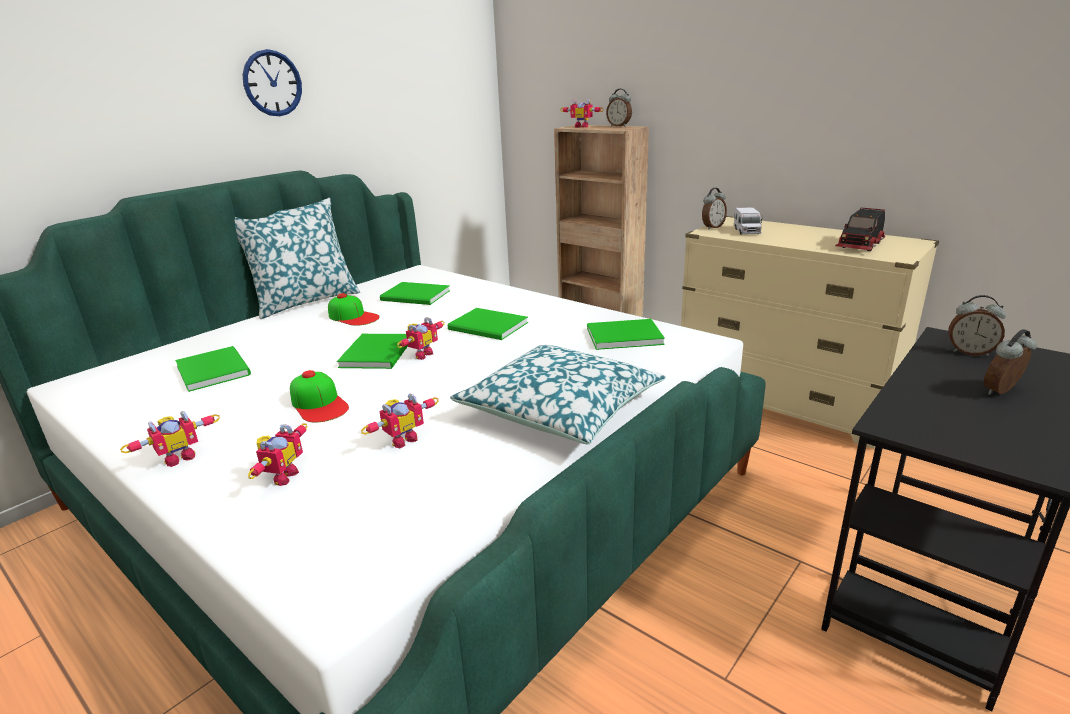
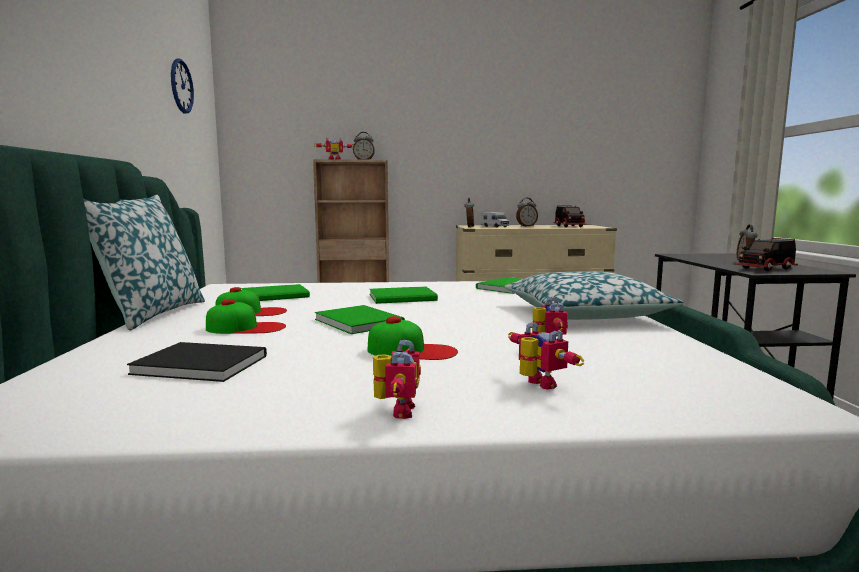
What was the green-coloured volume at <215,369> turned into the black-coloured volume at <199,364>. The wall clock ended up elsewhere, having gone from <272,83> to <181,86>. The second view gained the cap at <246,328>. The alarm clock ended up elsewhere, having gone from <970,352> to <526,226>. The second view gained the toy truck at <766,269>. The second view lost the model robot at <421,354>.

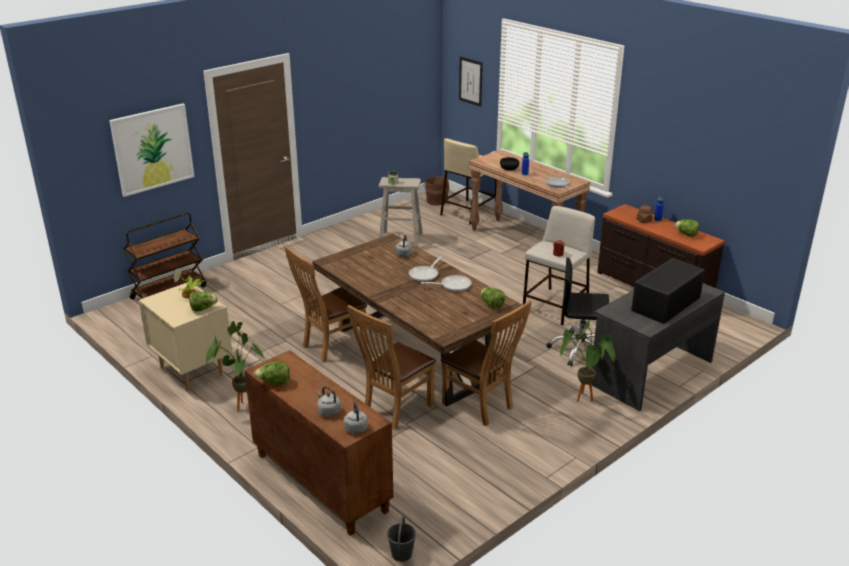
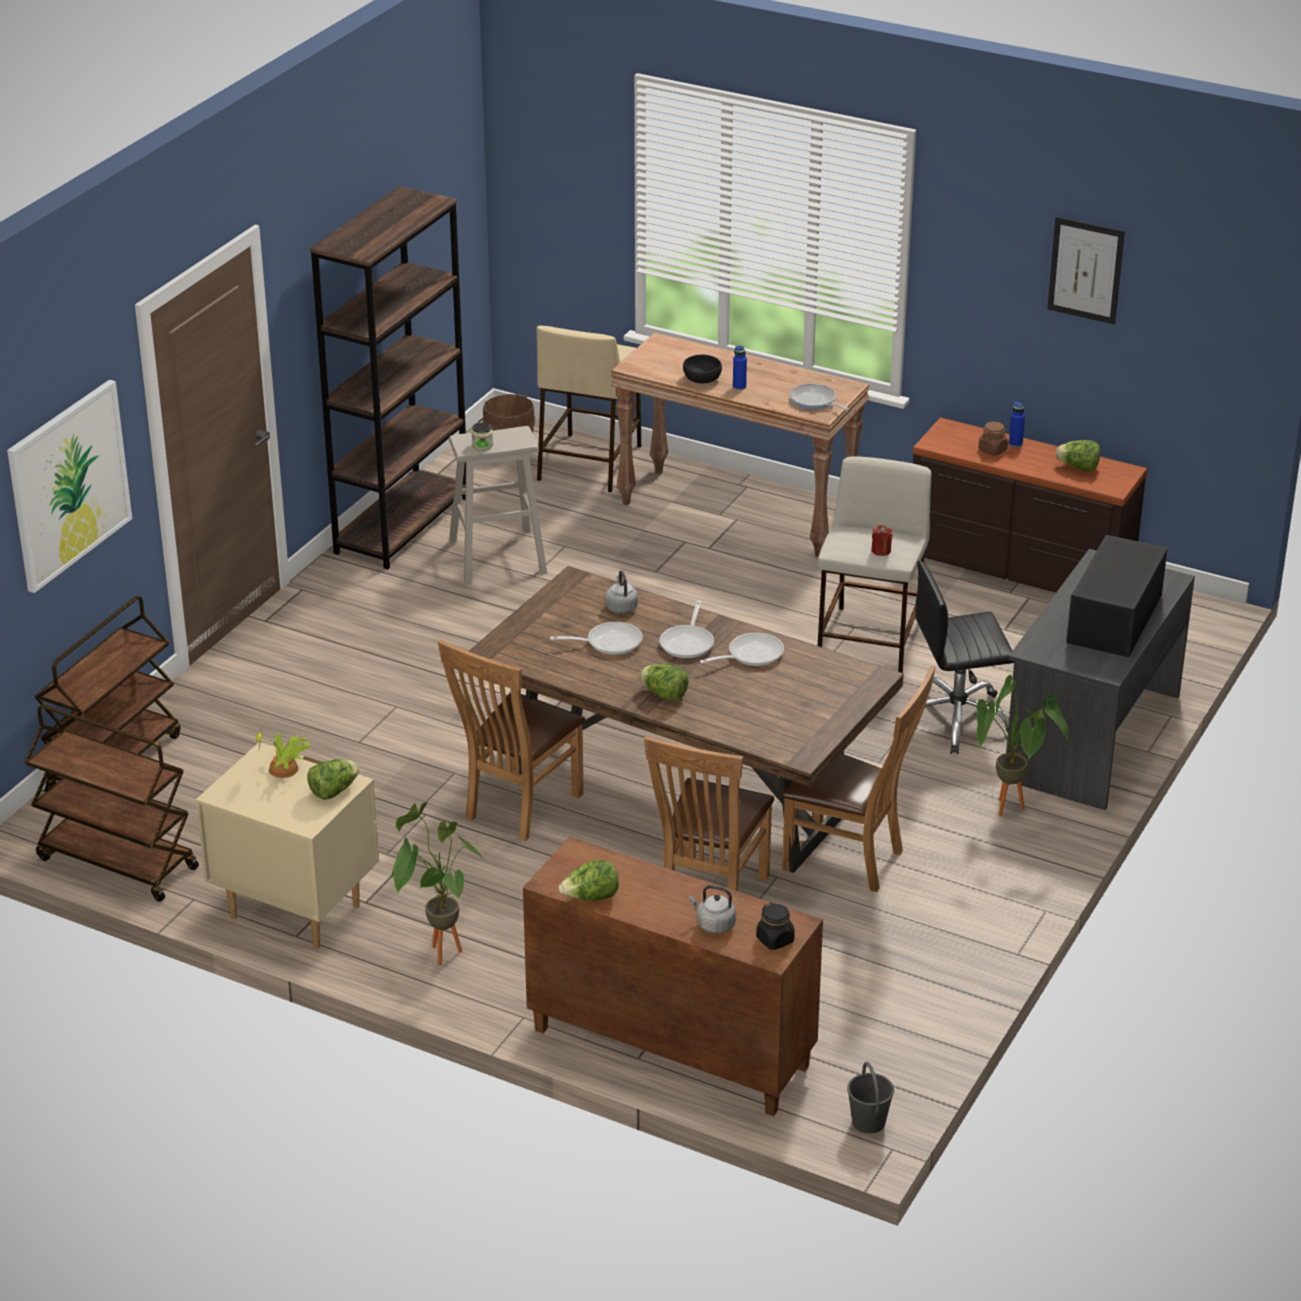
The second view gained the brown wheeled cart at <116,863>. The second view gained the brown shelving unit at <402,525>. The second view gained the pan at <609,642>. The head of lettuce ended up elsewhere, having gone from <491,305> to <664,695>. Where the gray water kettle stood at <355,427>, the black-coloured preserve jar came to stand at <775,940>. The picture ended up elsewhere, having gone from <470,81> to <1085,270>.

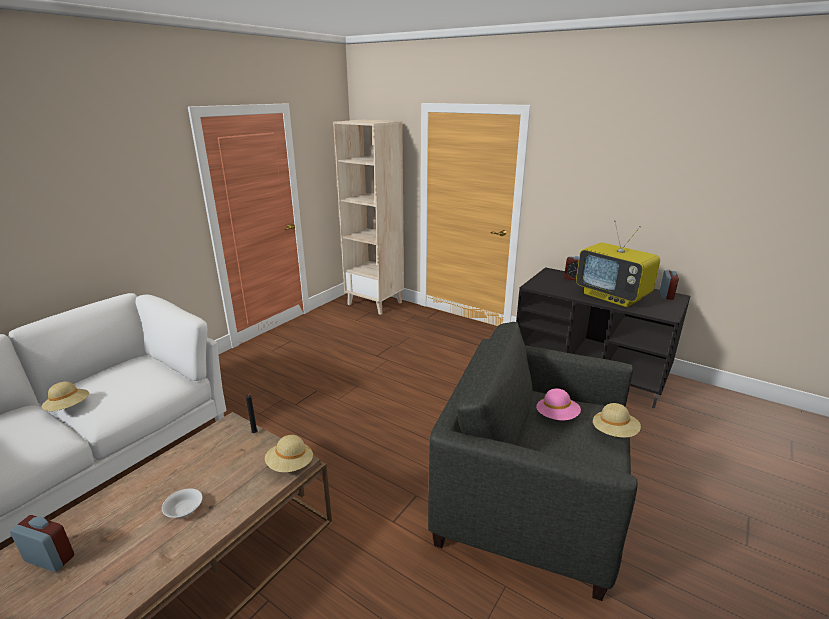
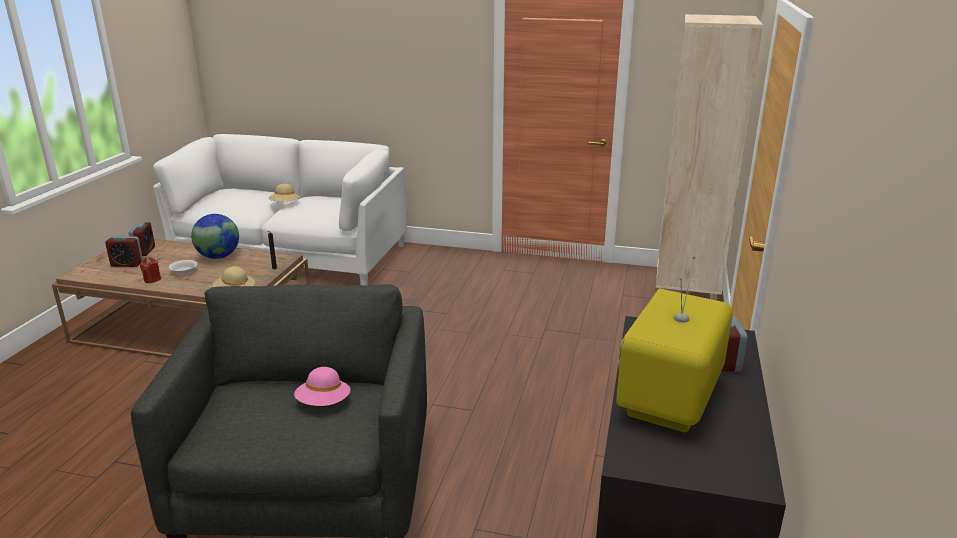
The alarm clock ended up elsewhere, having gone from <666,295> to <127,264>. The second view gained the red wax candle at <152,279>. The second view gained the globe at <218,256>. The second view lost the beige-coloured wearable hat at <614,432>.

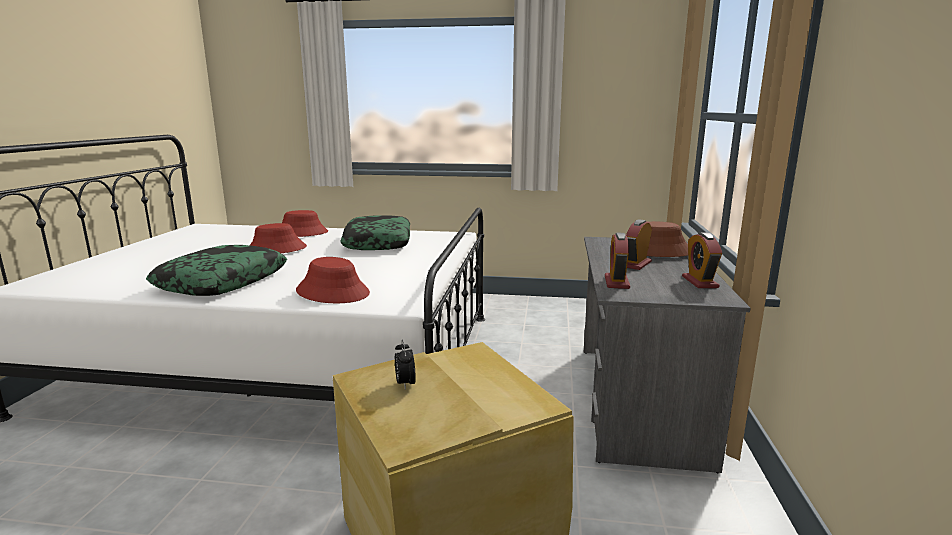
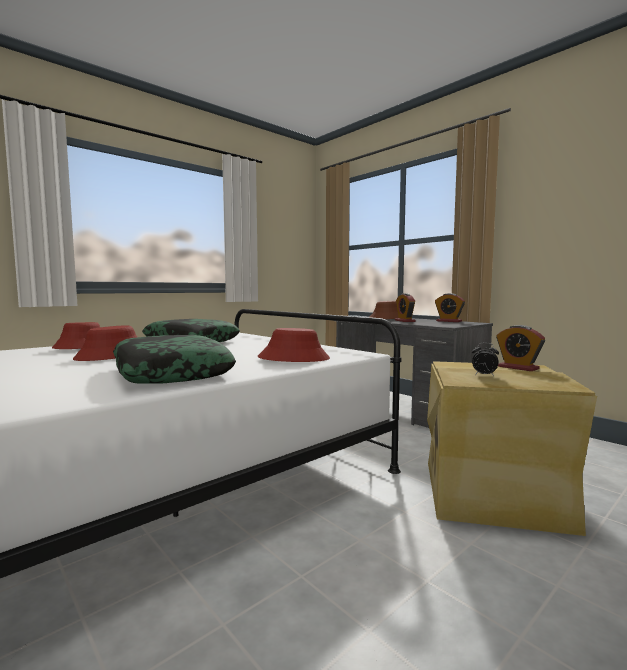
The alarm clock ended up elsewhere, having gone from <616,282> to <518,368>.

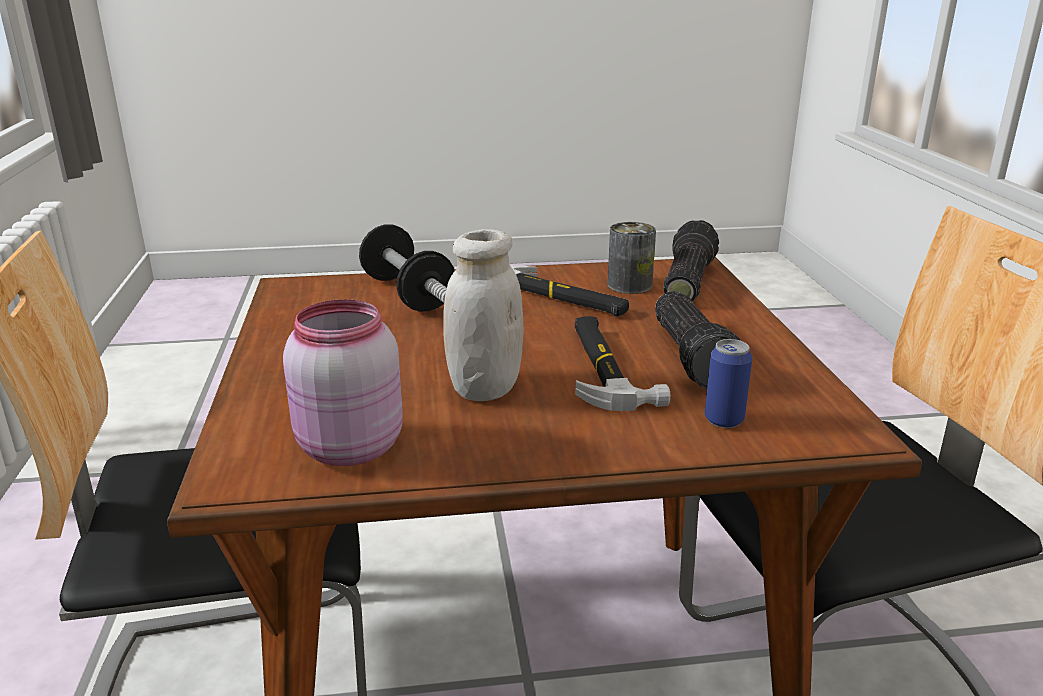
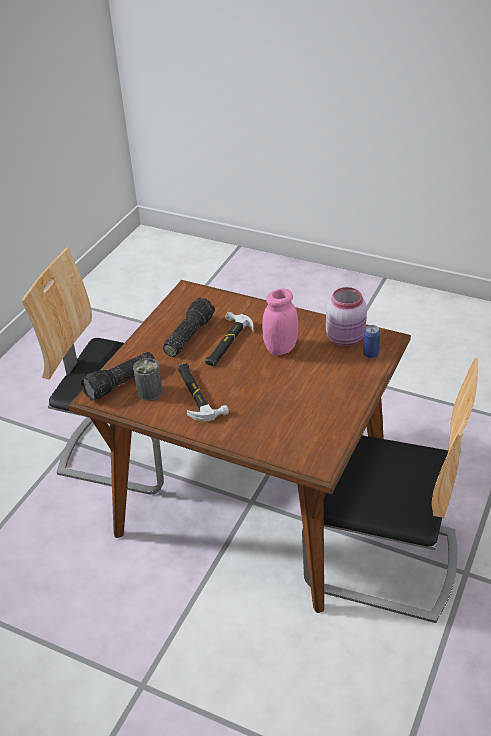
What was the white preserve jar at <484,388> turned into the pinkish preserve jar at <280,348>. The can ended up elsewhere, having gone from <724,420> to <370,354>. The second view lost the free weight at <407,294>.

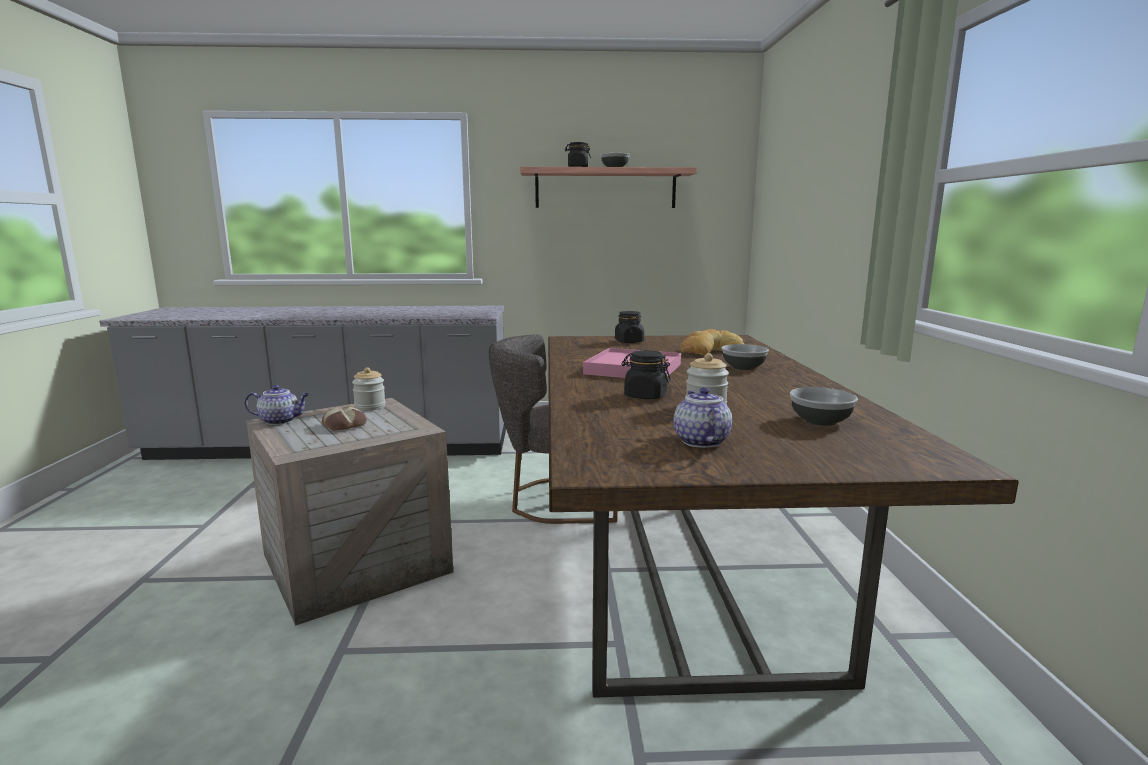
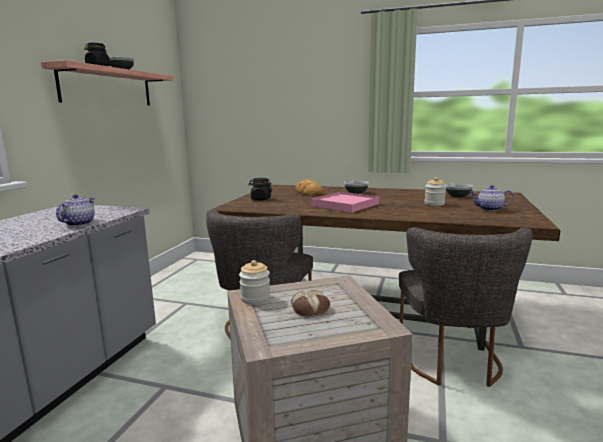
The tea pot ended up elsewhere, having gone from <281,421> to <79,223>. The second view gained the gray upright chair at <452,362>. The second view lost the black-coloured preserve jar at <645,396>.

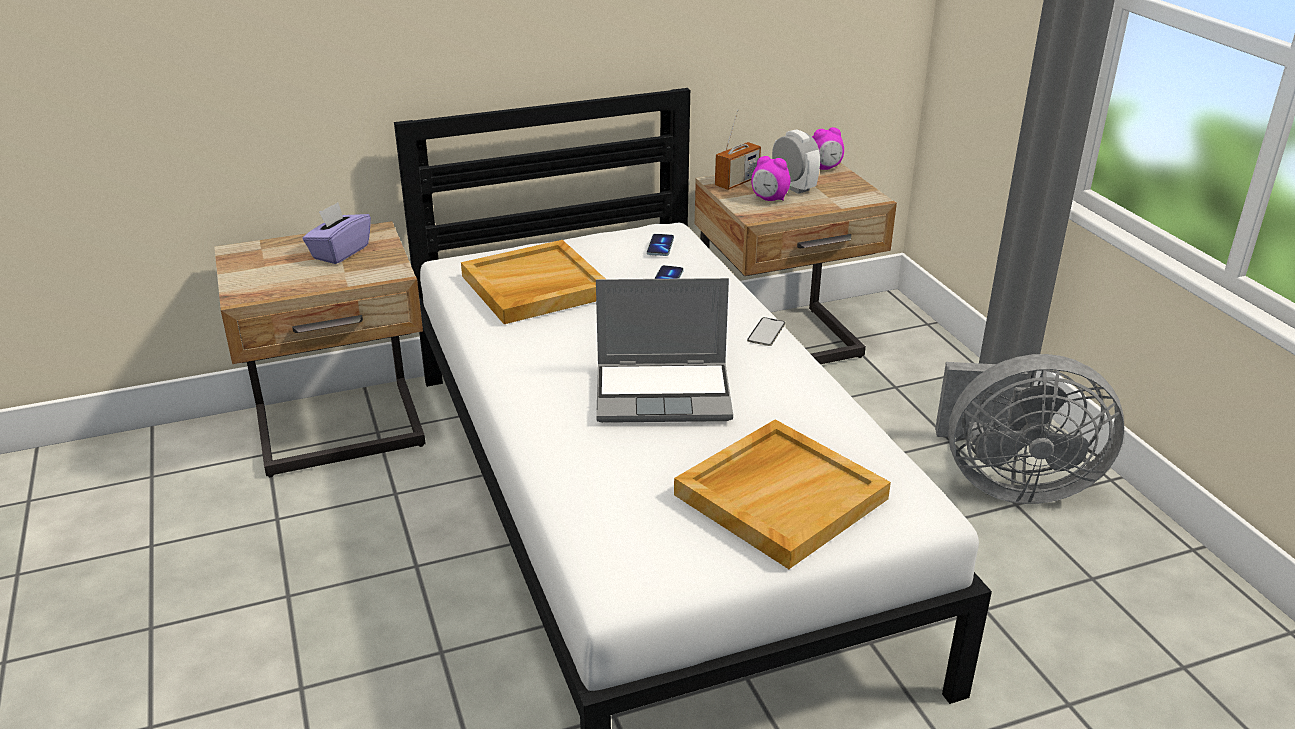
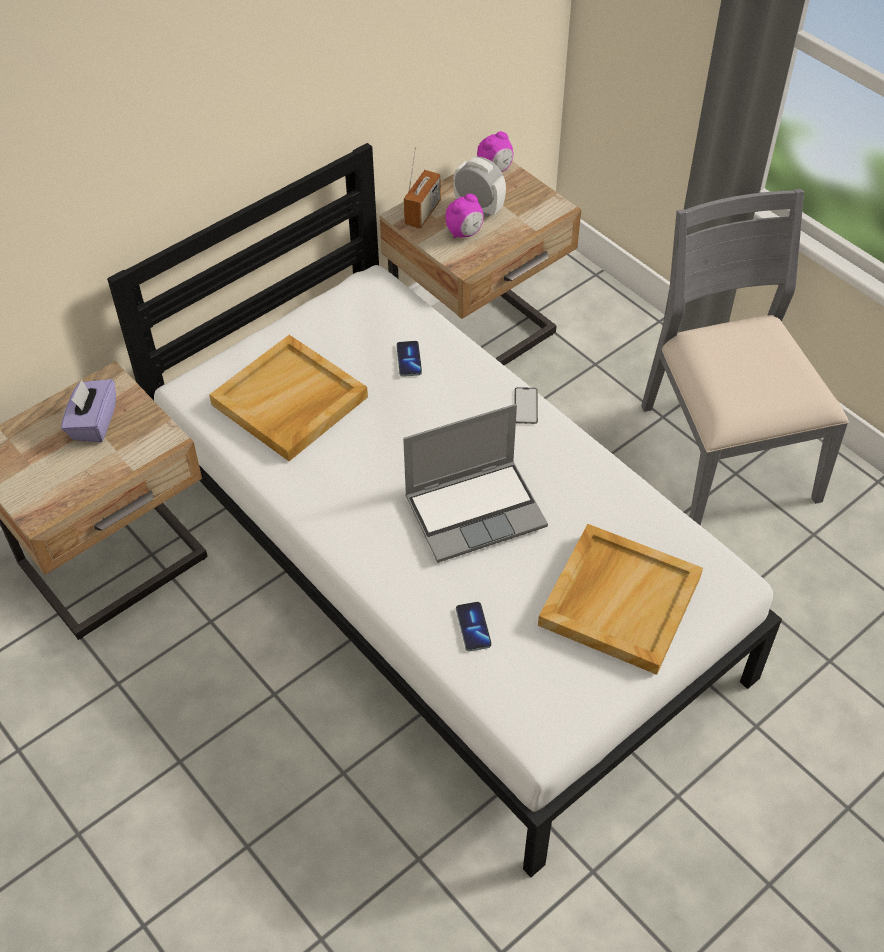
The alarm clock at <769,199> ended up facing another way, 45 degrees counterclockwise from before. The phone ended up elsewhere, having gone from <660,246> to <473,627>. Where the gray cooling fan stood at <1010,483>, the gray upright chair came to stand at <724,452>.

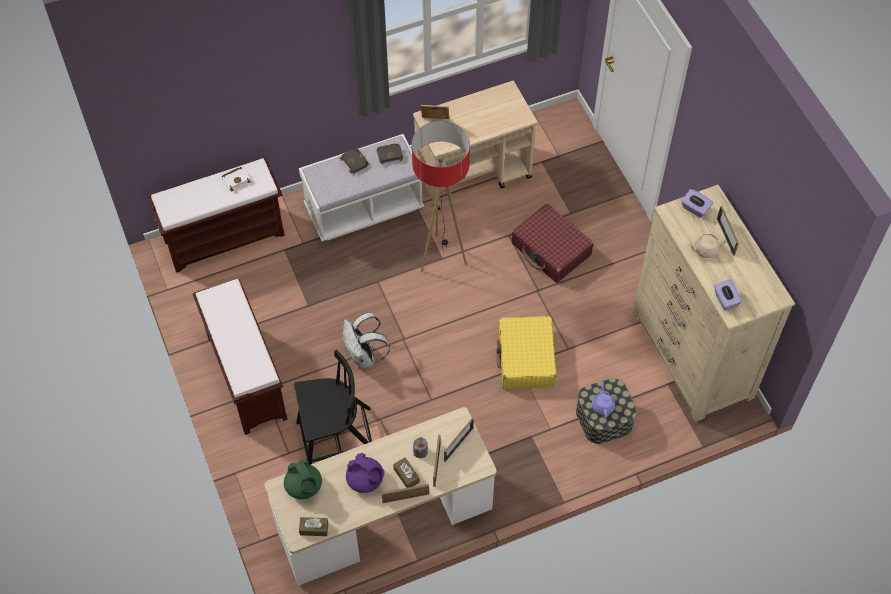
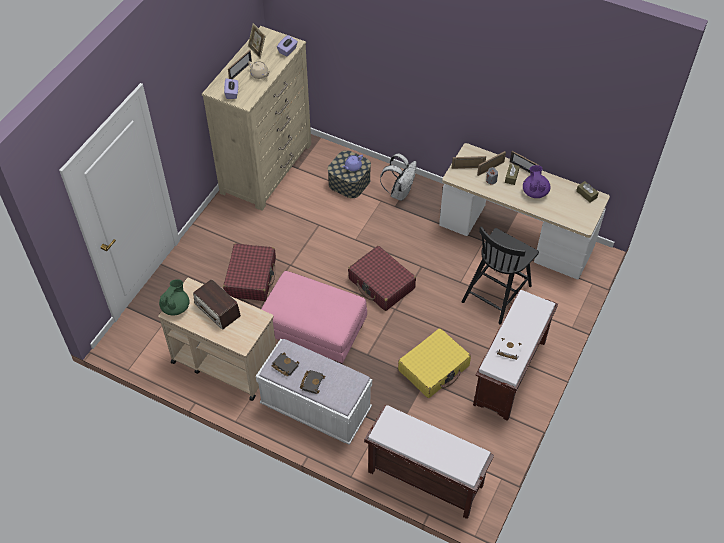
The green-coloured tea pot ended up elsewhere, having gone from <304,487> to <176,307>. The second view gained the radio at <217,310>. The standing frame ended up elsewhere, having gone from <435,121> to <257,51>. Where the standing lamp stood at <441,257>, the pinkish ottoman came to stand at <313,332>. The second view gained the red suitcase at <381,284>. The white rucksack ended up elsewhere, having gone from <364,357> to <399,192>. The yellow suitcase ended up elsewhere, having gone from <526,359> to <434,368>. The black-coloured upright chair at <337,441> ended up facing another way, 90 degrees counterclockwise from before. The white volume ended up elsewhere, having gone from <236,179> to <508,350>.

